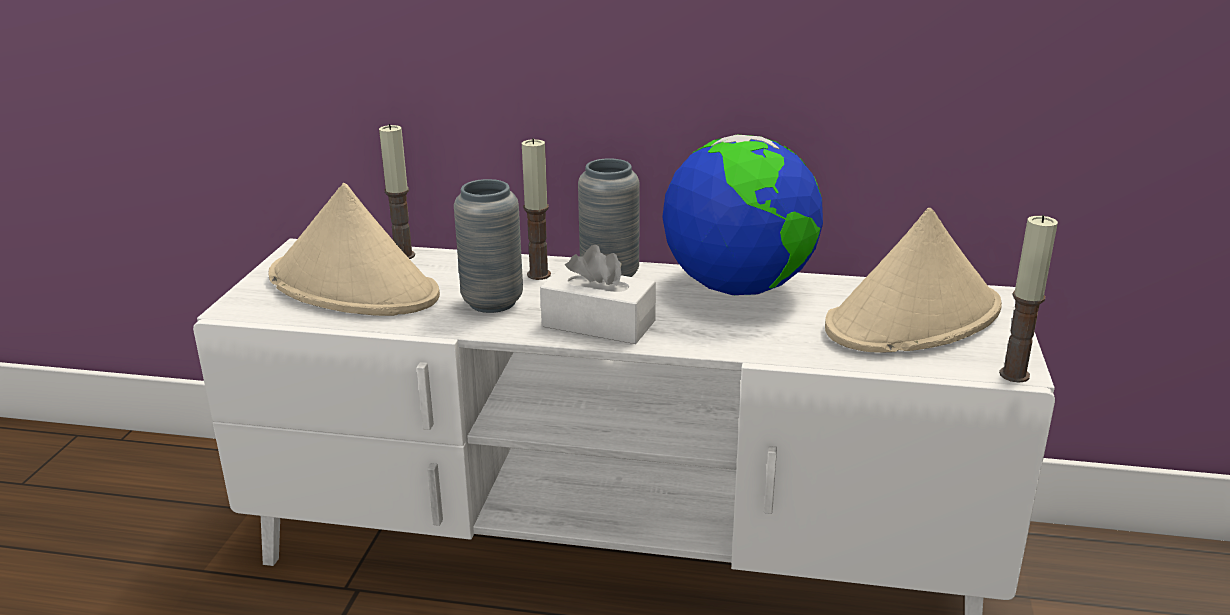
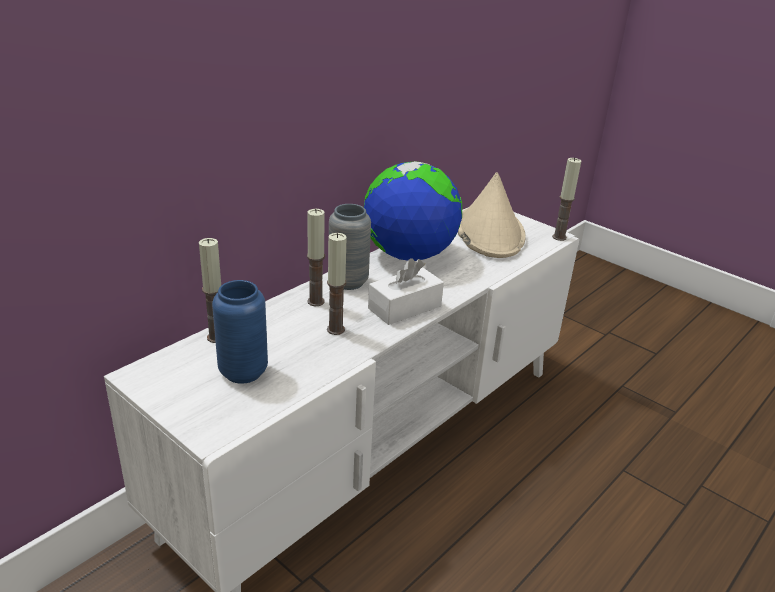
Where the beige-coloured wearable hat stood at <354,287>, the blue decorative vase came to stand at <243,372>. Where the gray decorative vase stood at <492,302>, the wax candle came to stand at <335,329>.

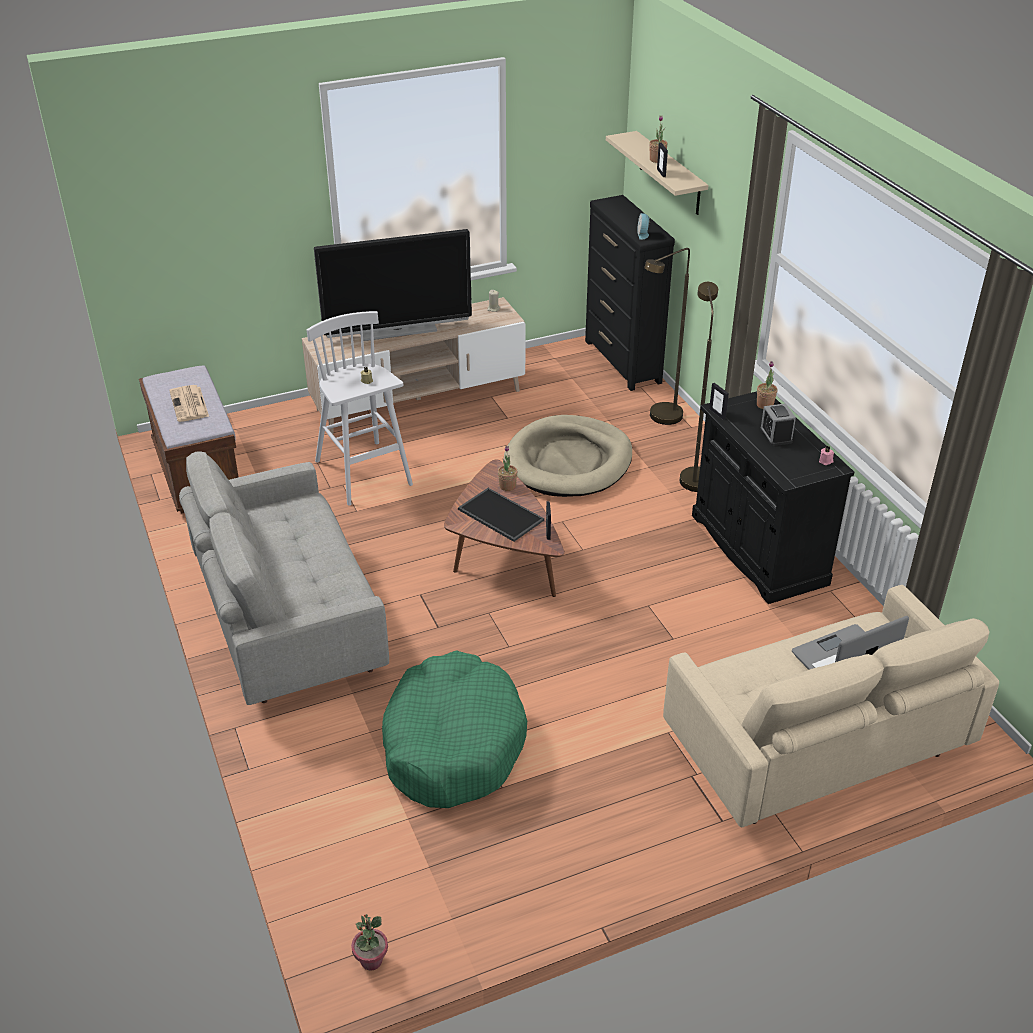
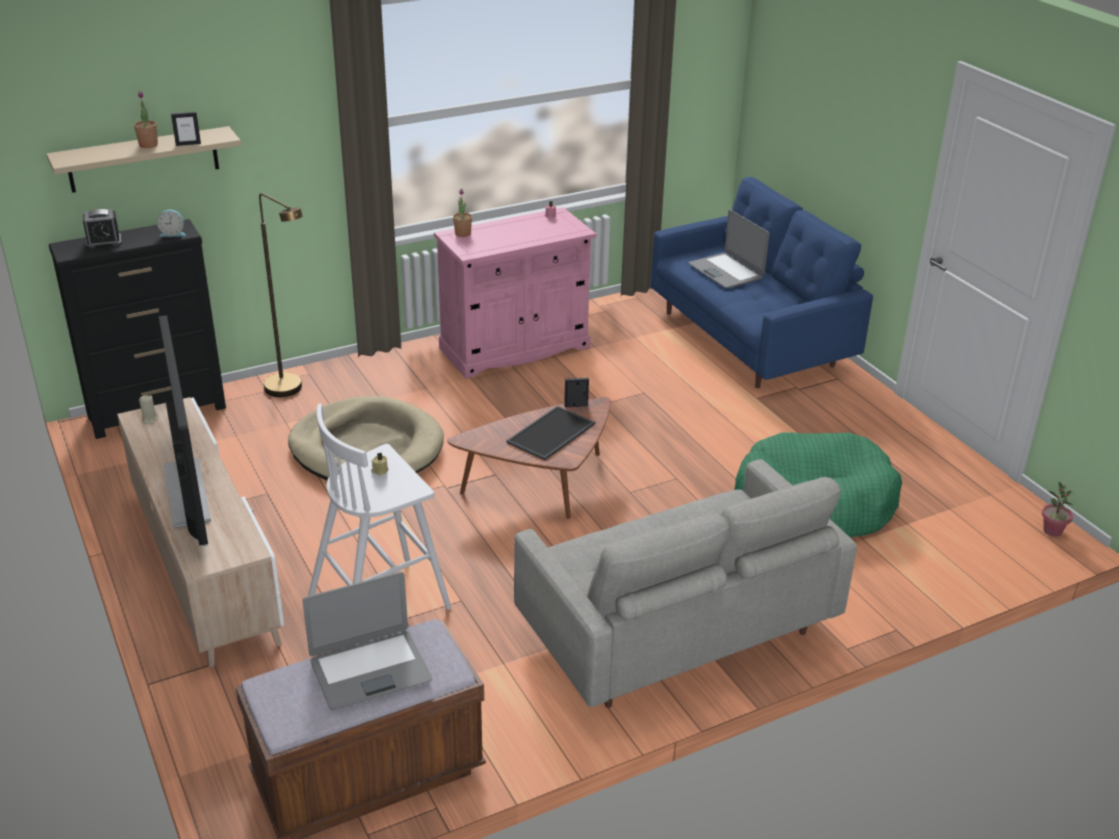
The alarm clock ended up elsewhere, having gone from <776,435> to <104,242>. Where the printed paper stood at <189,404>, the laptop came to stand at <370,670>. What was the black-coloured storage cabinet at <758,549> turned into the pinkish storage cabinet at <515,348>. What was the beige-coloured couch at <814,748> turned into the blue couch at <750,339>. The second view lost the plant in a pot at <507,486>. The second view lost the brown standing lamp at <695,475>. The second view lost the standing frame at <717,413>.

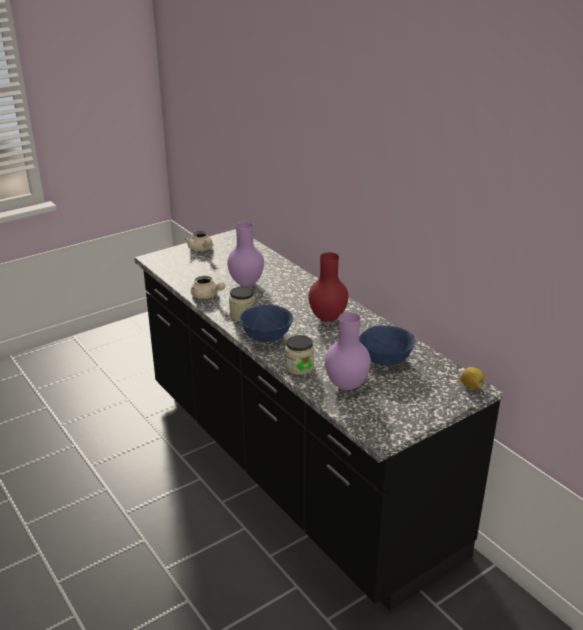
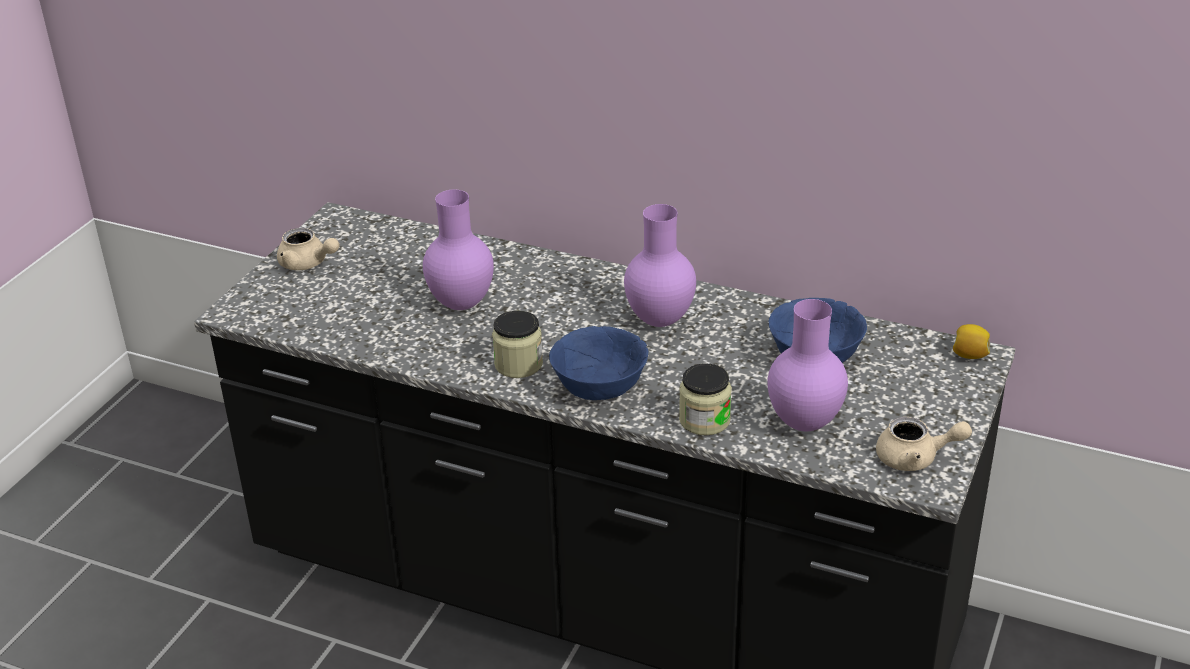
What was the red decorative vase at <328,318> turned into the purplish decorative vase at <659,319>. The beige-coloured tea pot ended up elsewhere, having gone from <207,296> to <915,458>.

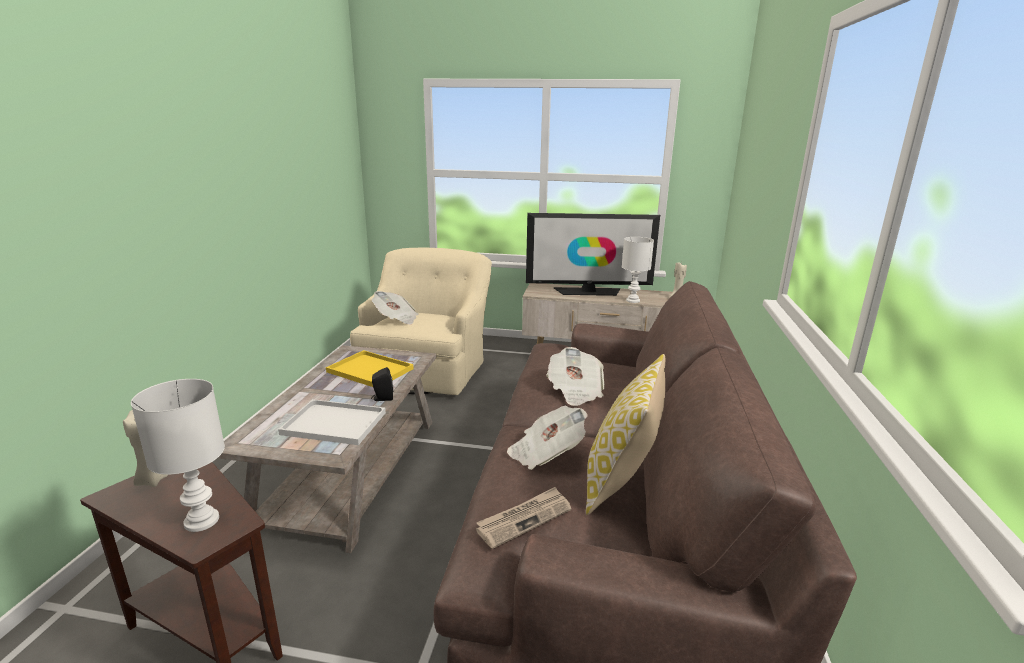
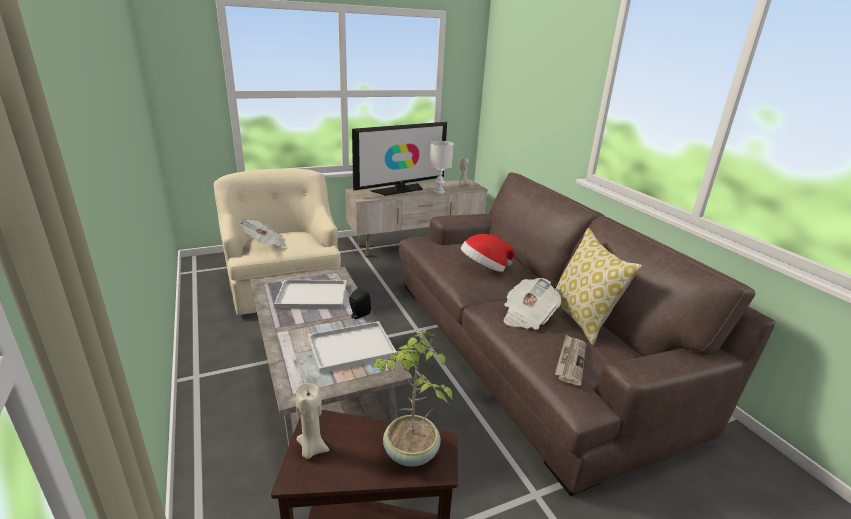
What was the yellow carrying tray at <368,370> turned into the white carrying tray at <310,296>. Where the white table lamp stood at <202,520>, the plant in a pot came to stand at <410,454>. Where the printed paper stood at <575,391>, the wearable hat came to stand at <484,269>.

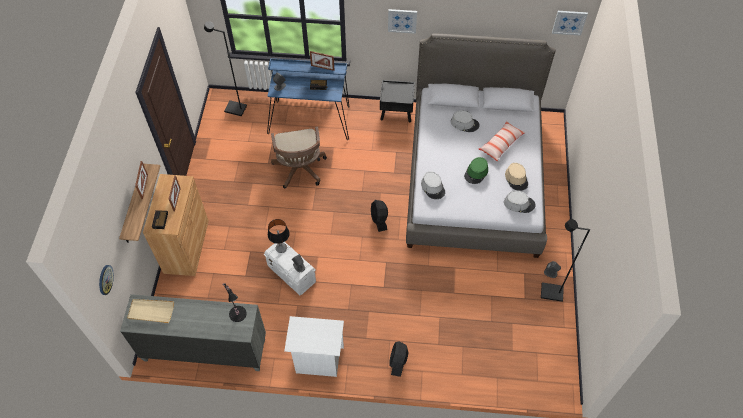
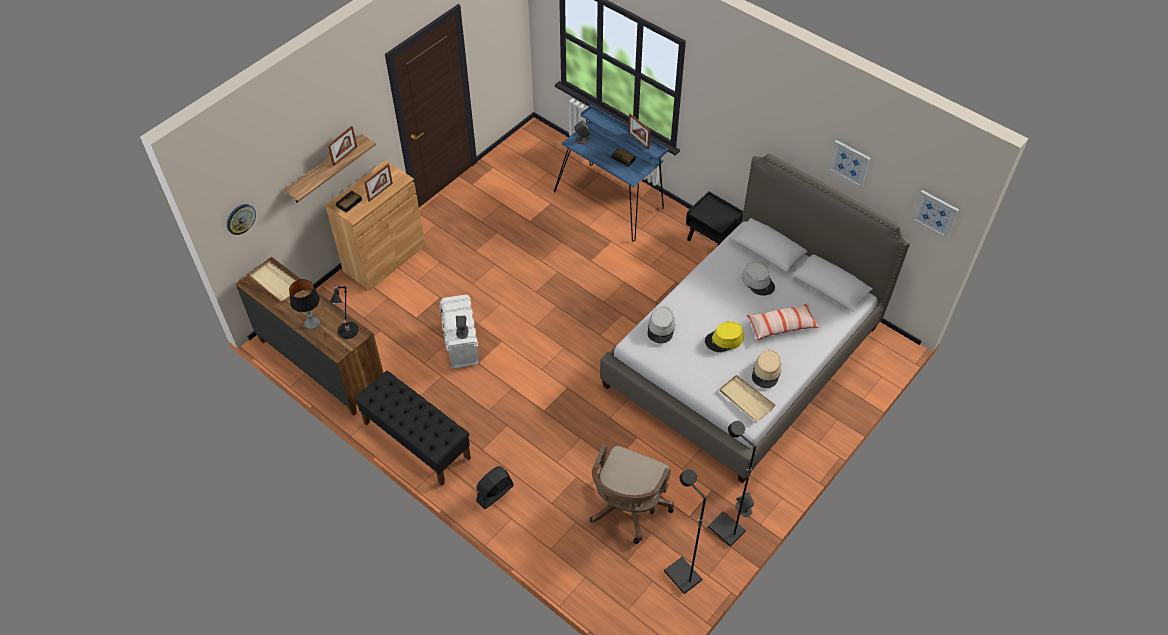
What was the gray drawer chest at <204,349> turned into the brown drawer chest at <321,363>. The table lamp ended up elsewhere, having gone from <281,248> to <312,323>. Where the white night table stood at <317,360>, the black-coloured indoor bench came to stand at <416,440>. The brown computer chair ended up elsewhere, having gone from <300,170> to <627,508>. The black-coloured standing lamp ended up elsewhere, having gone from <235,109> to <681,576>. What was the green-coloured wearable hat at <476,173> turned into the yellow wearable hat at <724,340>. Where the gray wearable hat stood at <519,203>, the beige-coloured carrying tray came to stand at <746,399>. The picture ended up elsewhere, having gone from <402,20> to <849,163>. The second view lost the black-coloured cooling fan at <379,220>.

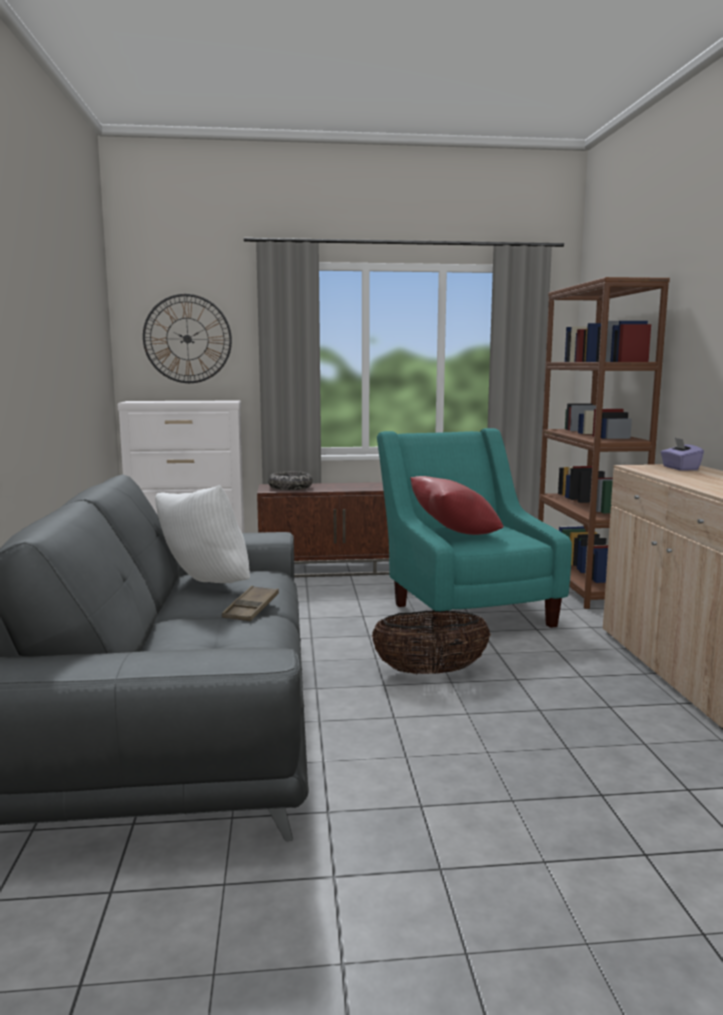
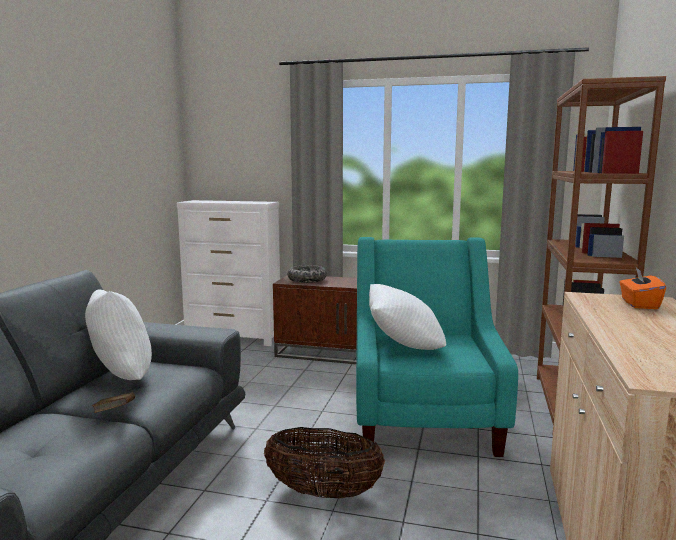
Where the brown carrying tray stood at <251,609>, the brown volume came to stand at <115,413>. What was the red pillow at <454,534> turned into the white pillow at <404,345>. What was the purplish tissue holder at <680,468> turned into the orange-coloured tissue holder at <639,304>. The second view lost the wall clock at <187,339>.

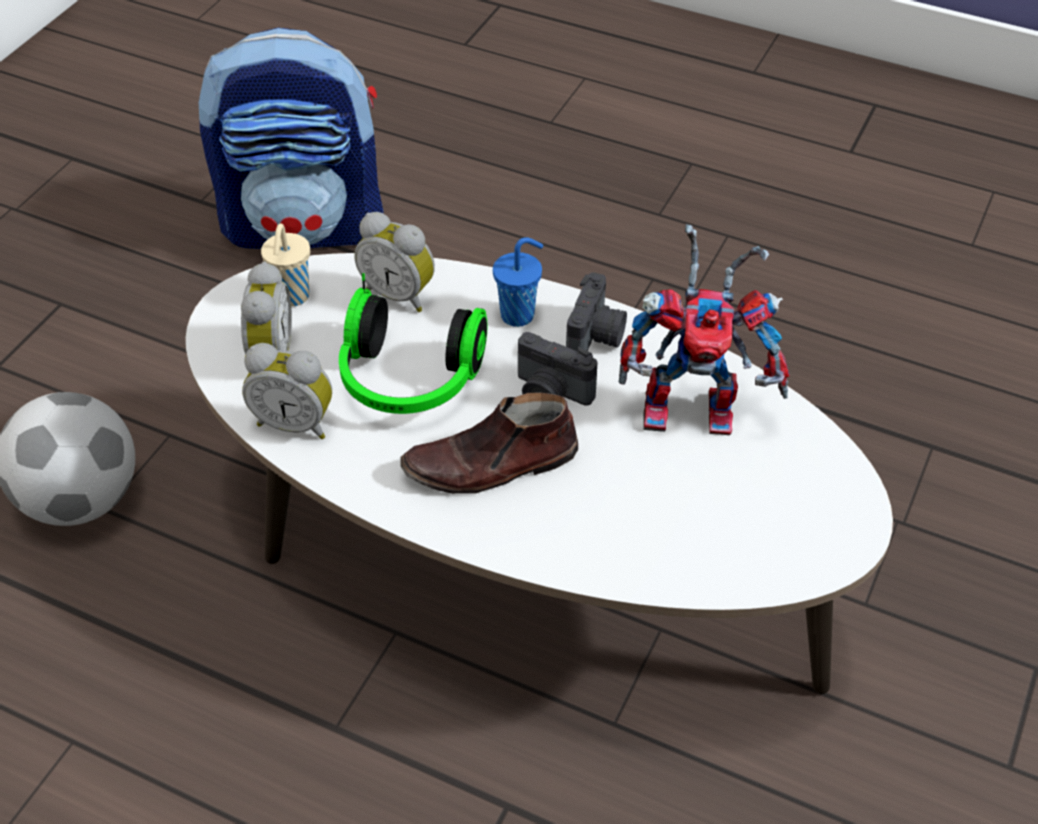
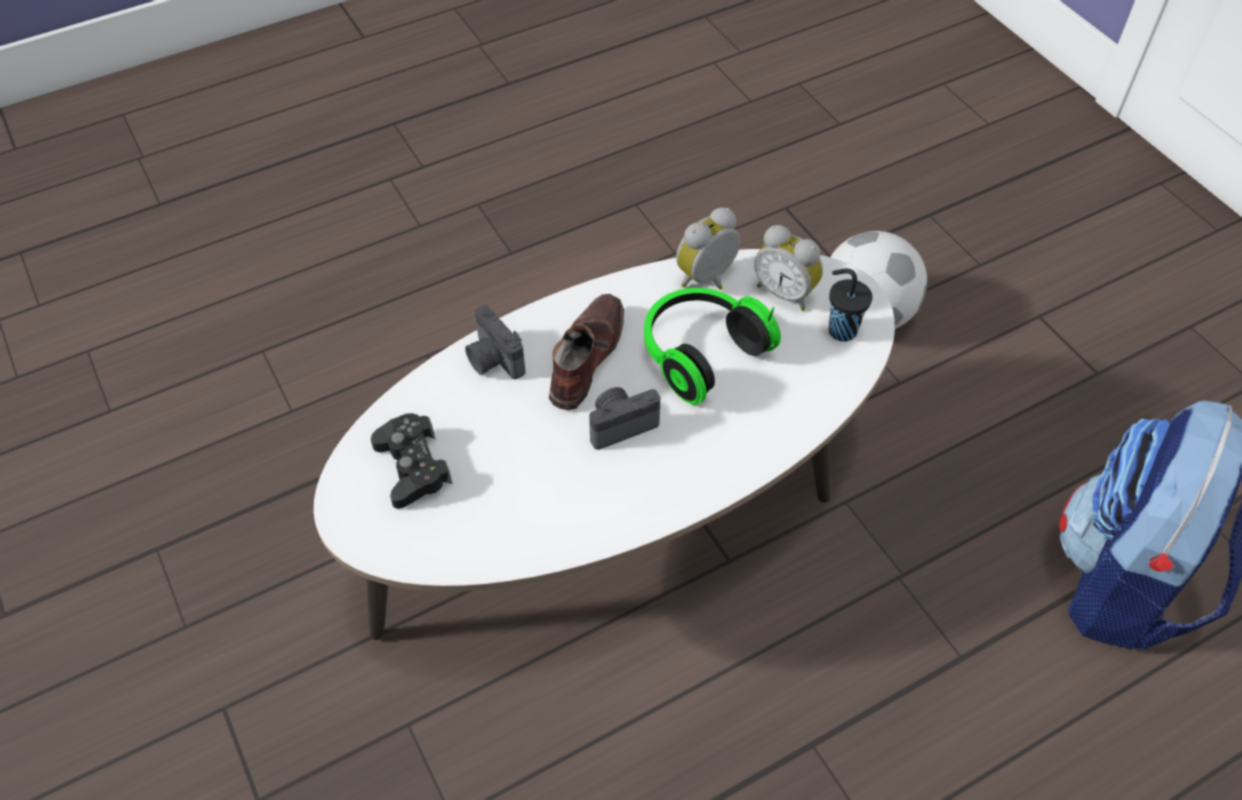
The second view gained the black-coloured game controller at <412,467>. The still camera ended up elsewhere, having gone from <596,337> to <493,360>. What was the beige-coloured cup at <292,297> turned into the black-coloured cup at <840,330>. The second view lost the alarm clock at <400,294>. The second view lost the blue cup at <519,315>. The second view lost the model robot at <696,407>.

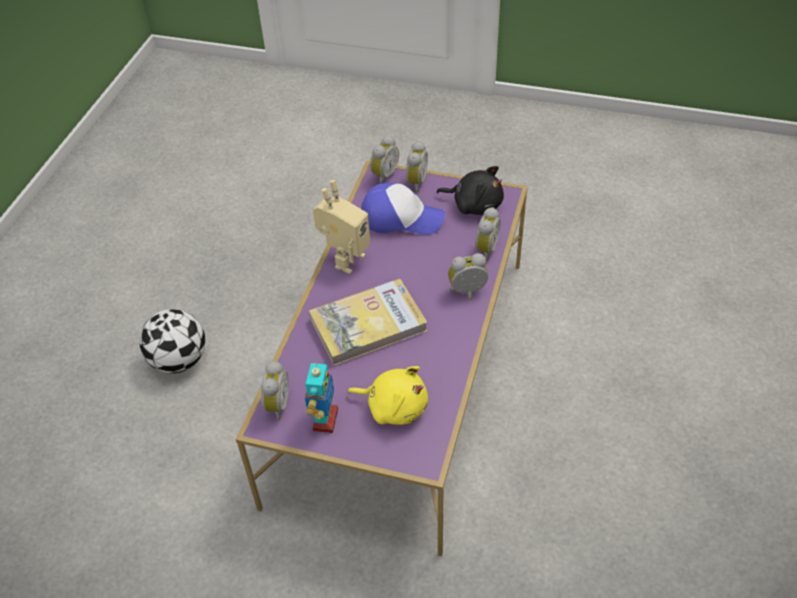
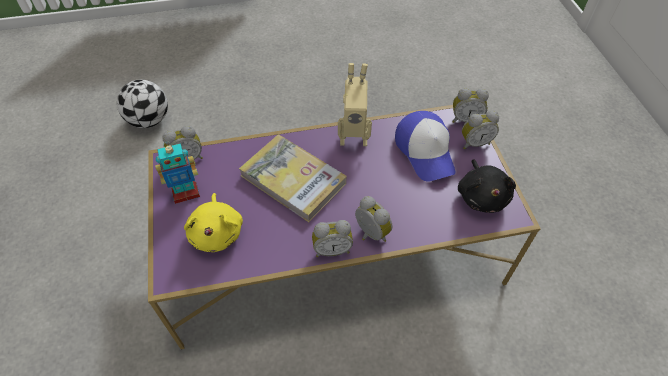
The ball for football ended up elsewhere, having gone from <179,361> to <149,120>. The alarm clock ended up elsewhere, having gone from <484,249> to <332,249>.

